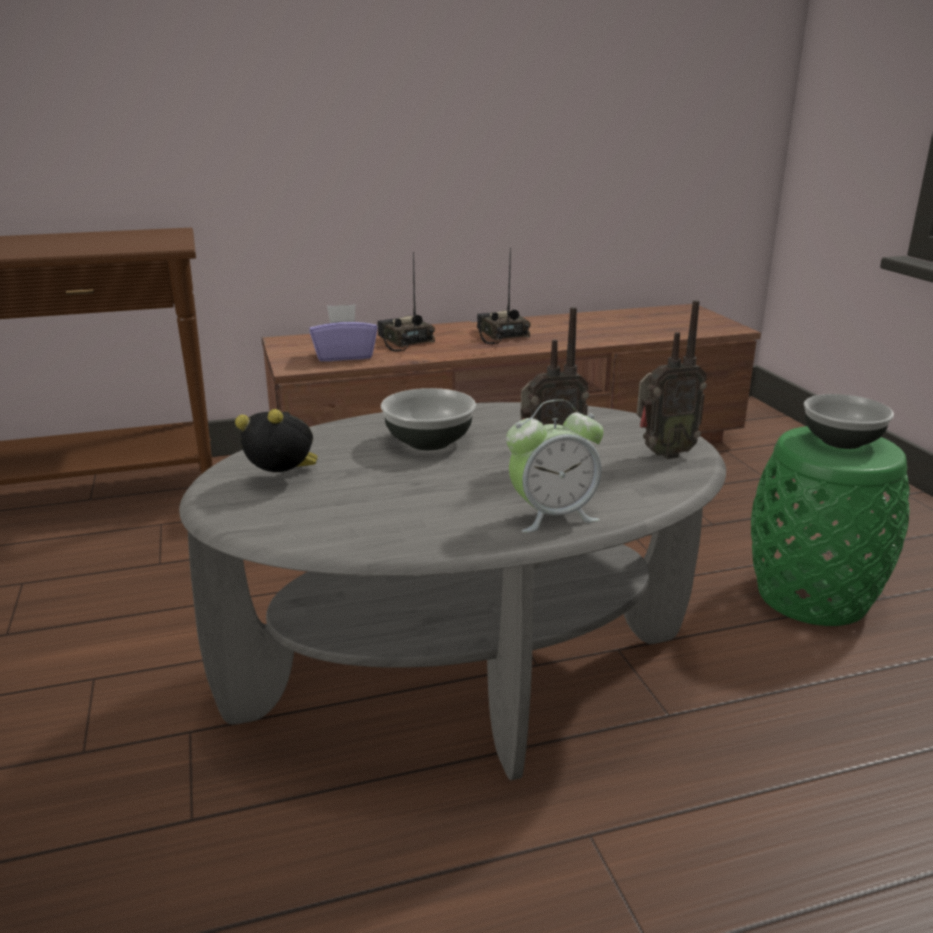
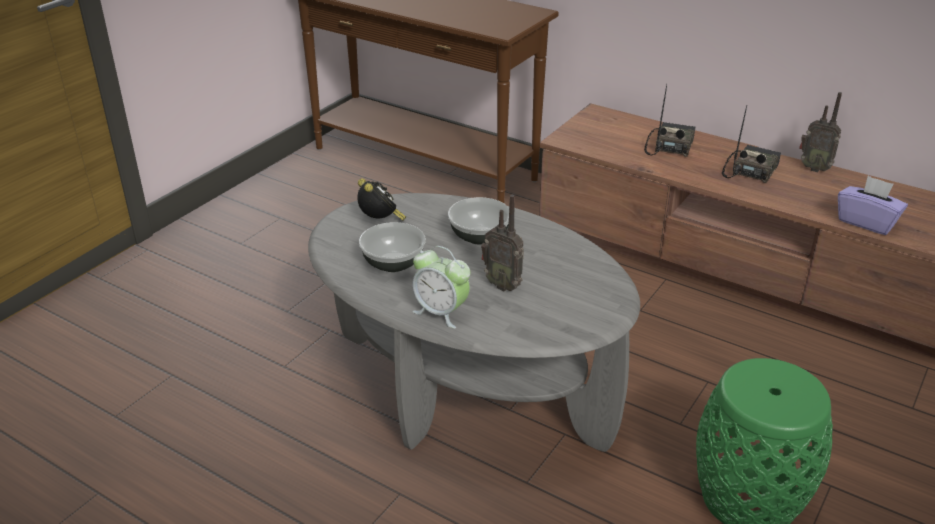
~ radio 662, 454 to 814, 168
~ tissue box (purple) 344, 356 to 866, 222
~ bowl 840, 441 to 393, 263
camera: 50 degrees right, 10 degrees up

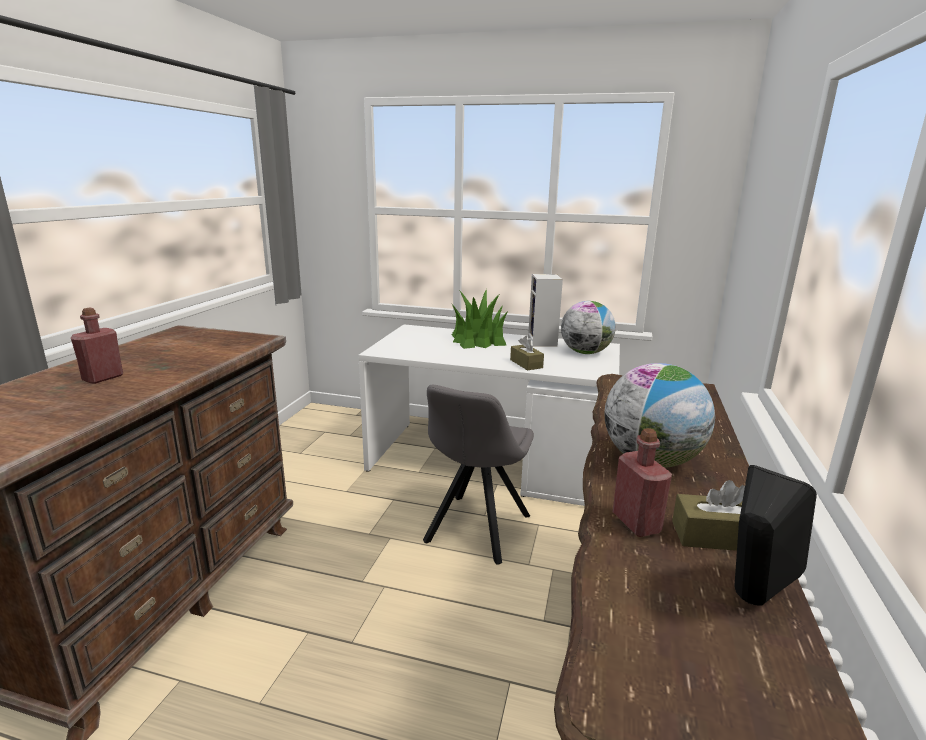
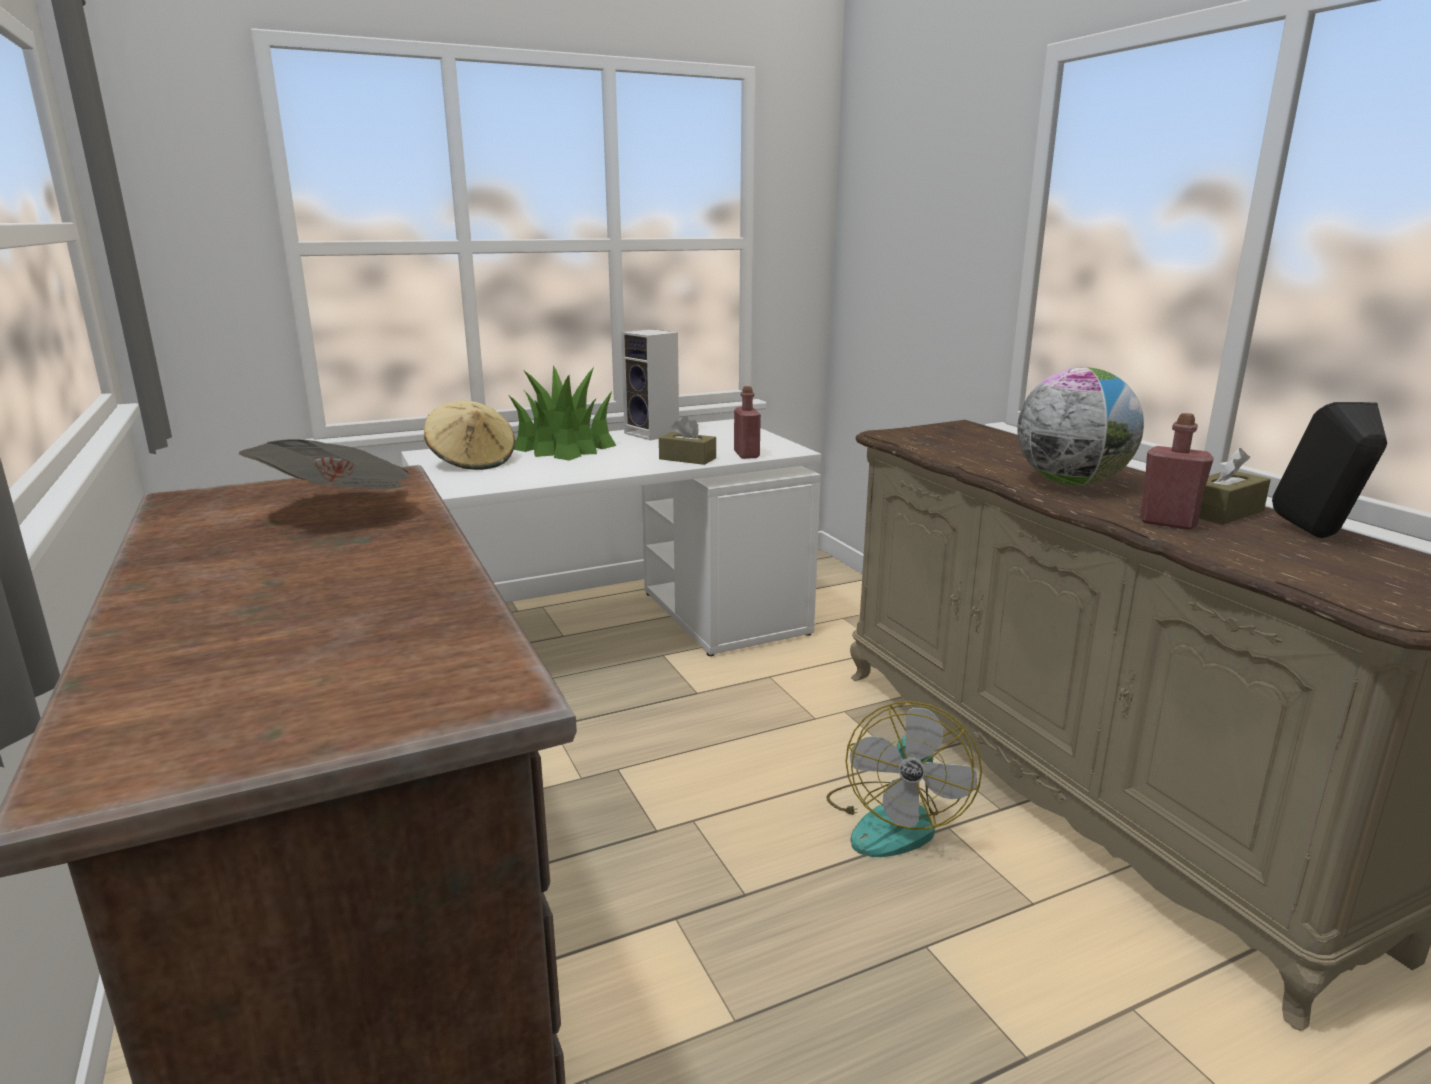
- globe 585, 352
~ bottle (red) 103, 378 to 746, 455
- chair (grey) 477, 528
+ hat (beige) 472, 462
+ newspaper 343, 509
+ fan 894, 820
camera: 40 degrees left, 0 degrees up

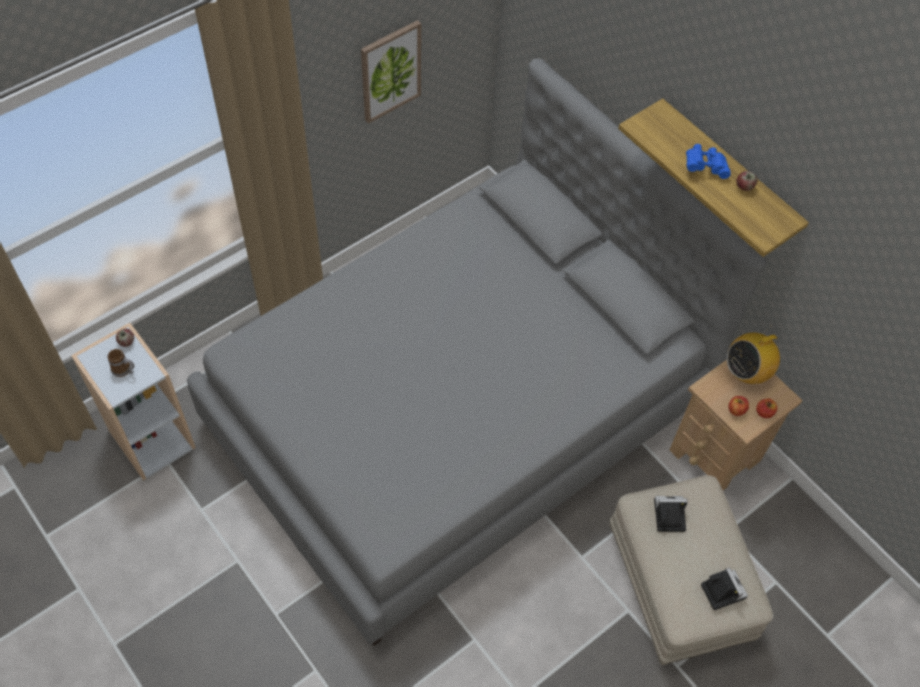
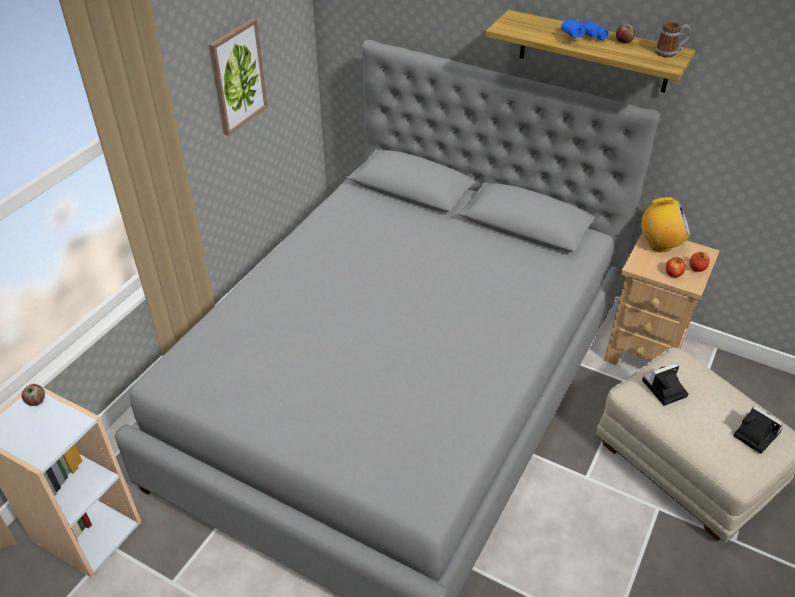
~ radio 746, 372 = 660, 244 120 degrees counterclockwise
~ mug 125, 370 to 670, 53
camera: 20 degrees left, 15 degrees down

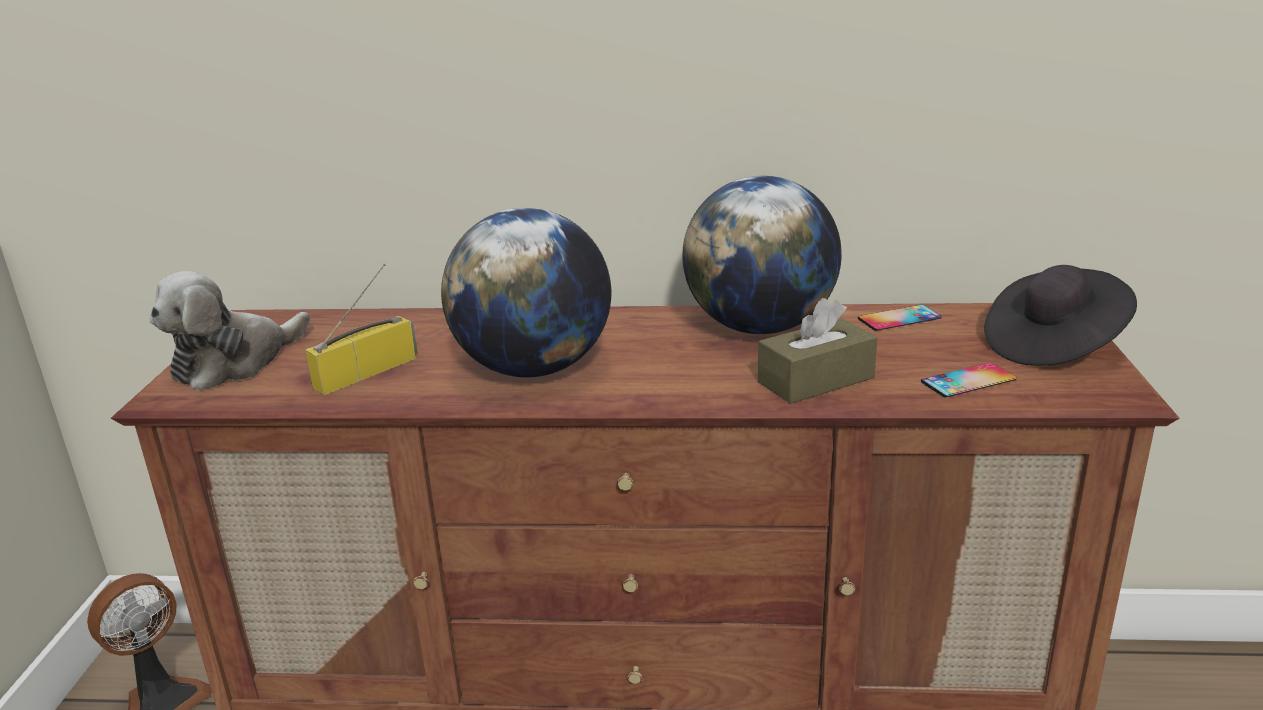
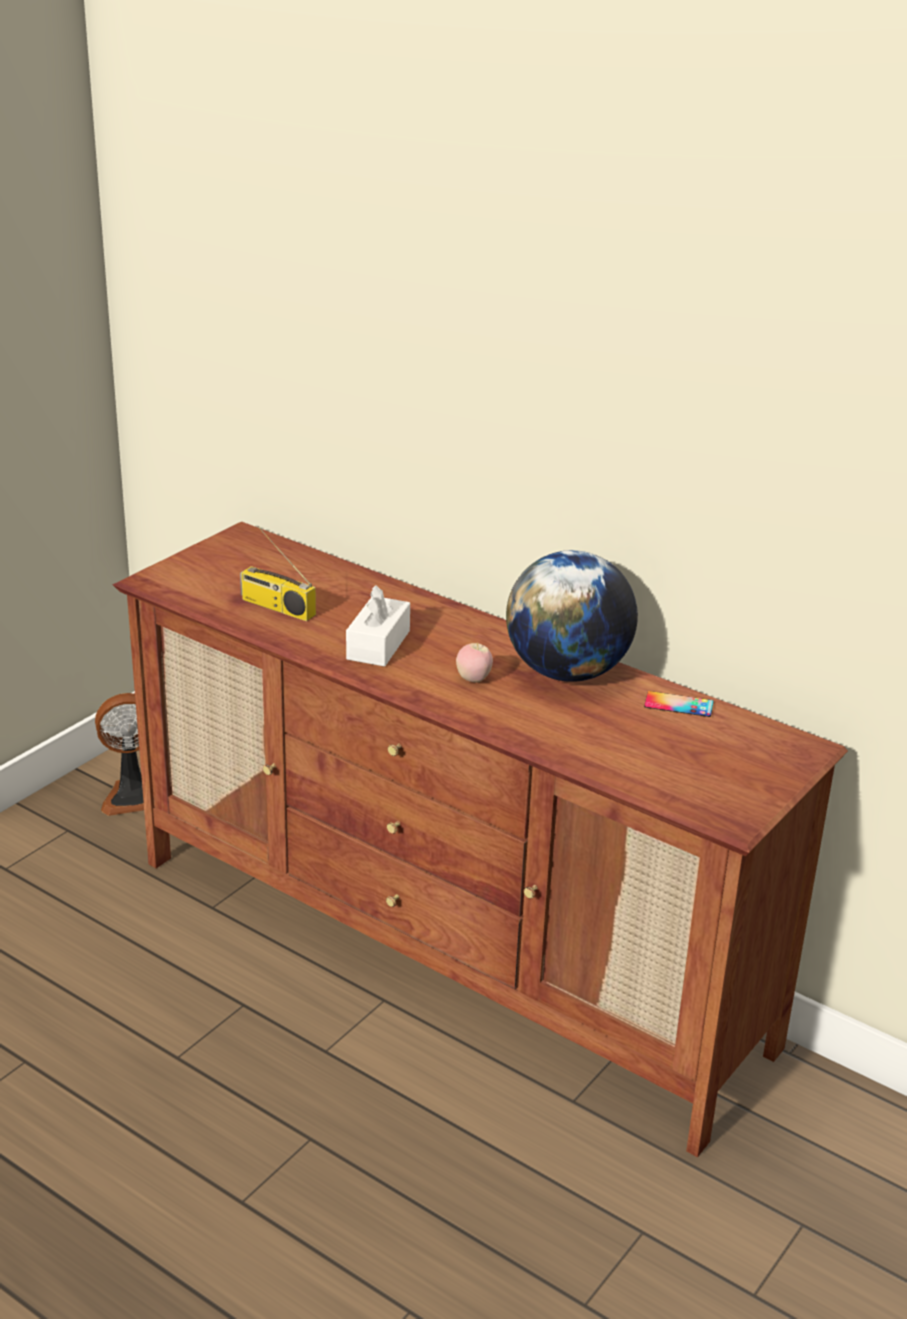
~ globe 534, 368 to tissue box (white) 378, 645
~ radio 367, 372 = 276, 607 135 degrees counterclockwise
- hat (black) 1053, 345
- plush toy 235, 363
- tissue box (brown) 816, 380
- phone 968, 381
+ apple 473, 679
camera: 30 degrees right, 5 degrees up

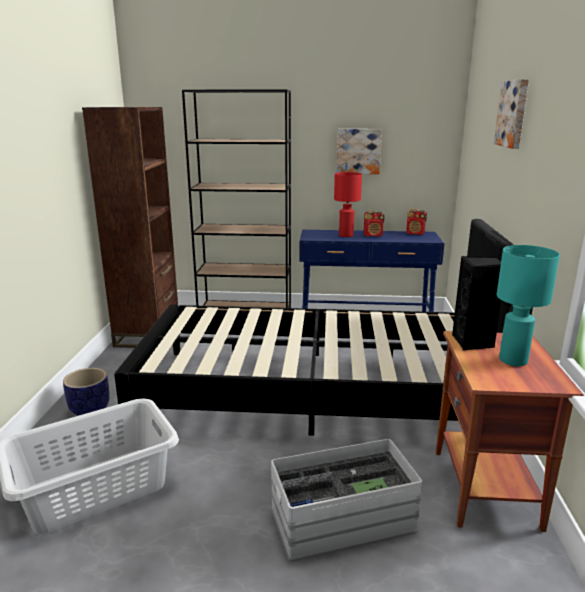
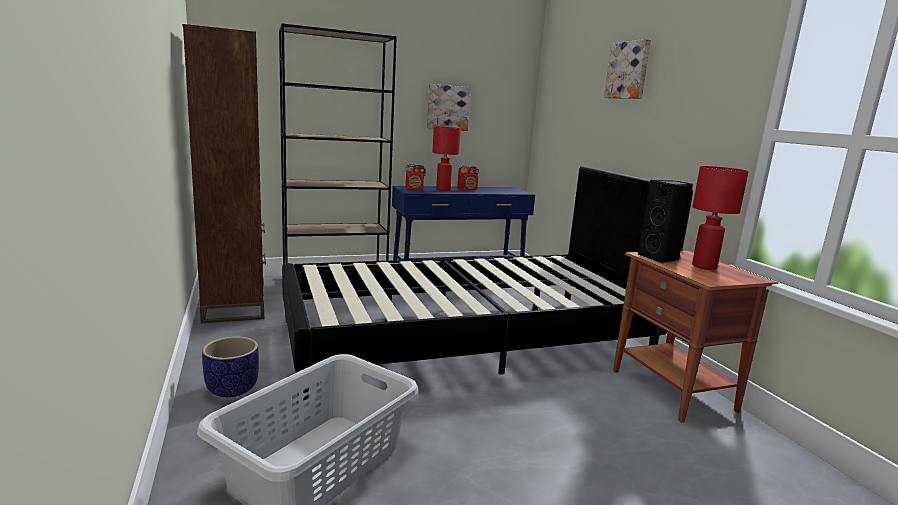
~ radio 415, 233 to 414, 189
~ table lamp (turquoise) 514, 360 to table lamp (red) 704, 266
- storage box (grey) 342, 520
camera: 25 degrees left, 5 degrees down

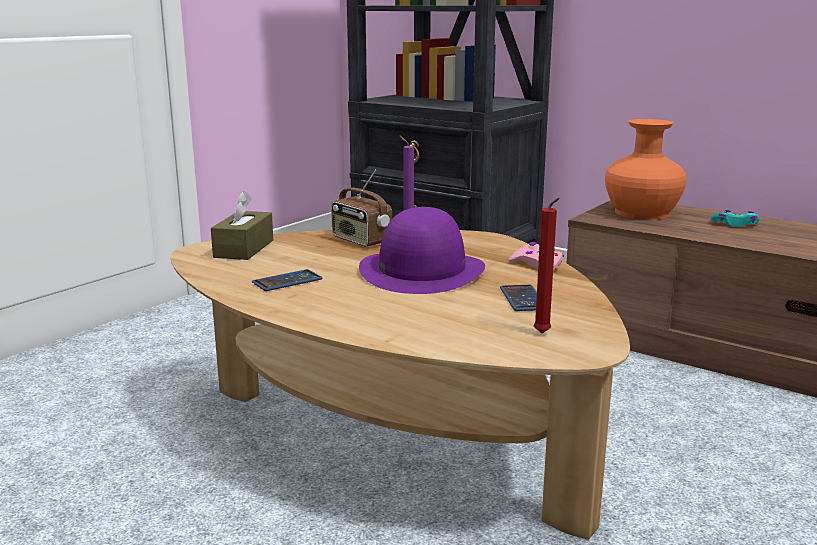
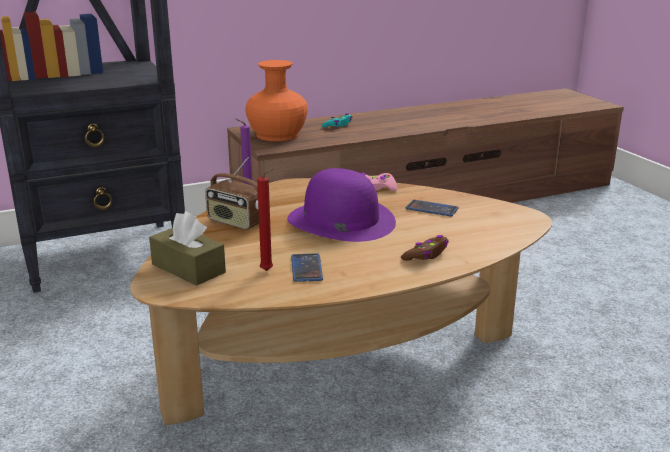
~ radio 361, 241 = 236, 222 45 degrees clockwise
~ candle (red) 543, 334 to 268, 271
+ game controller (brown) 426, 255
camera: 60 degrees left, 5 degrees up

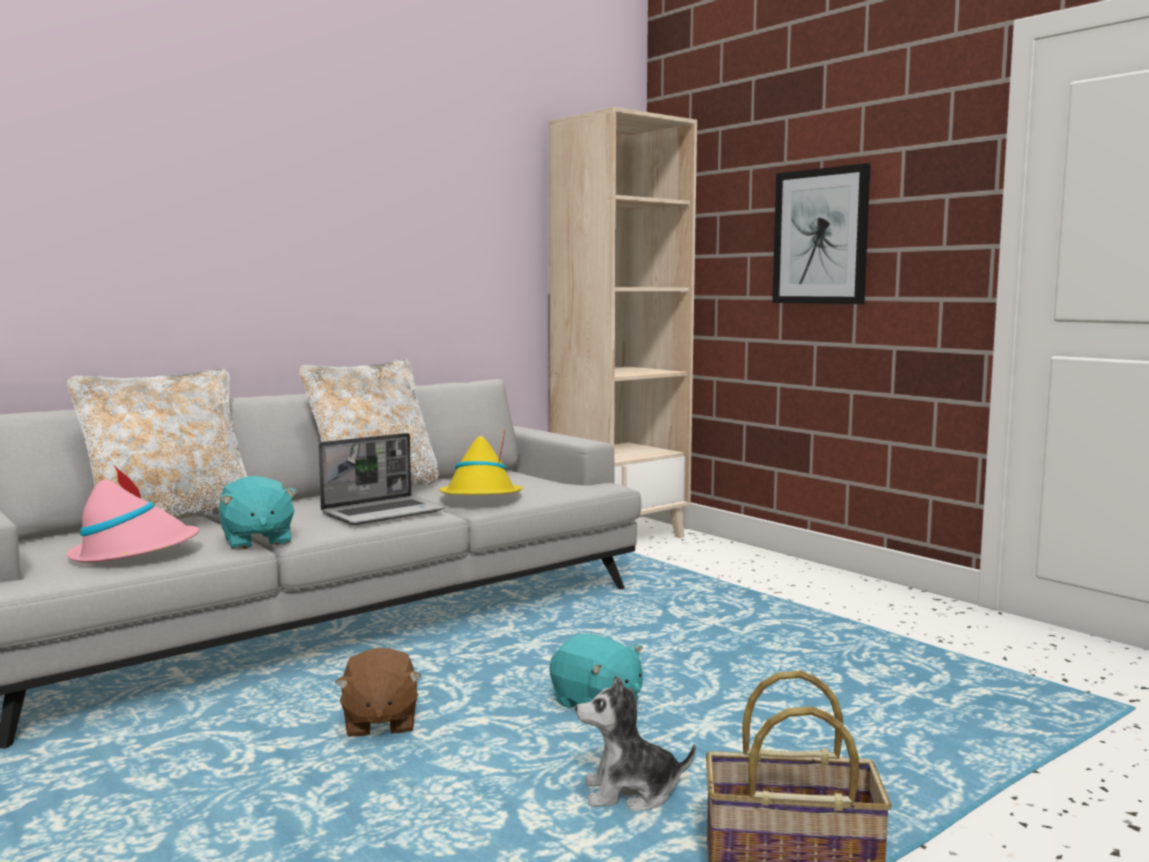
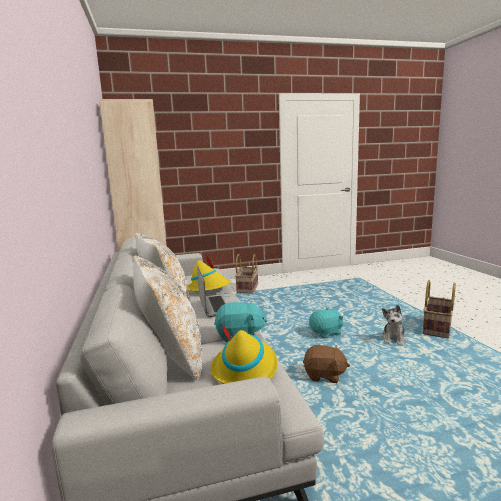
- picture 821, 236
~ hat (pink) 134, 553 to hat (yellow) 245, 368
+ basket 247, 288
camera: 65 degrees left, 5 degrees up

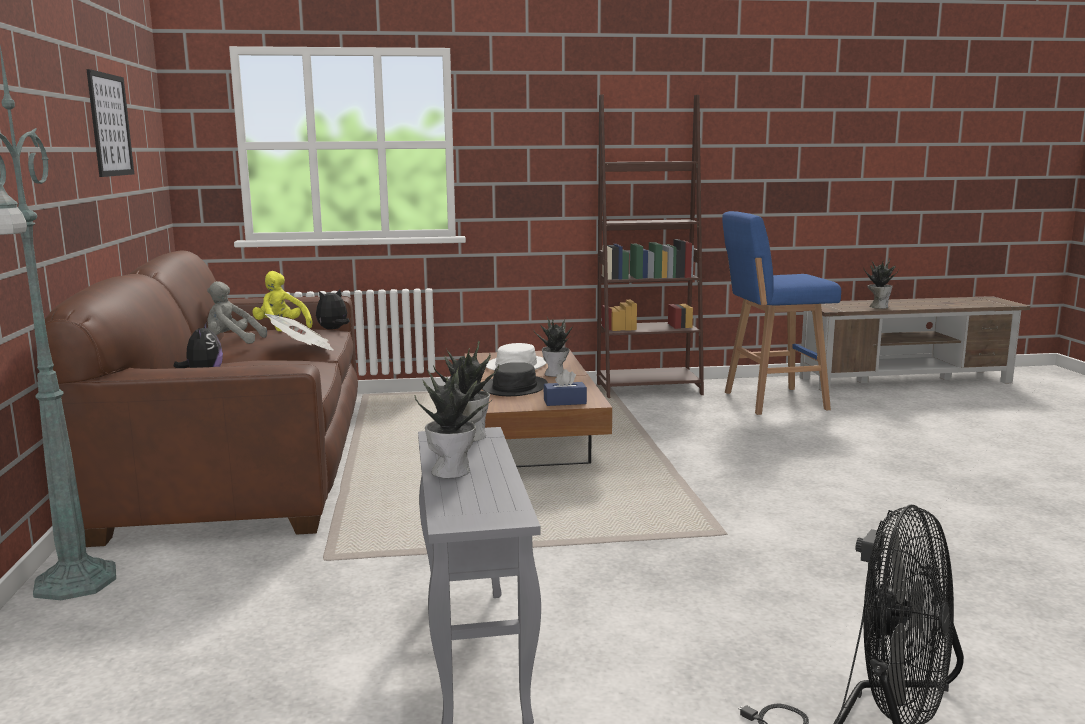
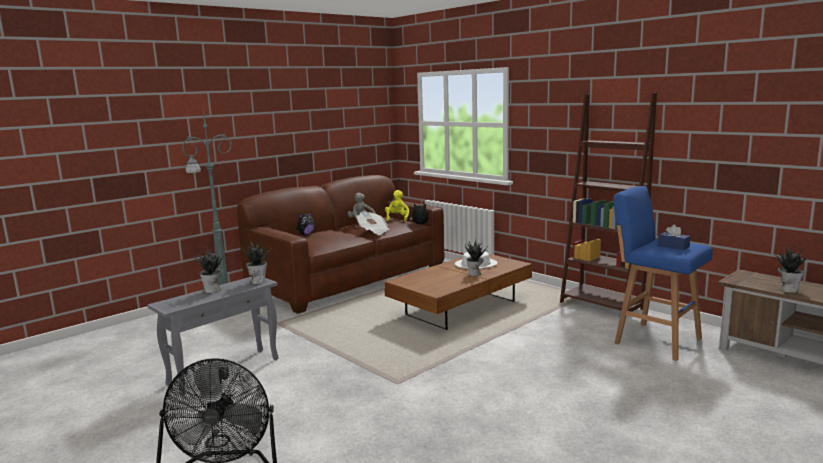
- picture 110, 125
- hat (black) 515, 387
~ tissue box (blue) 565, 402 to 673, 246
camera: 55 degrees right, 0 degrees up

